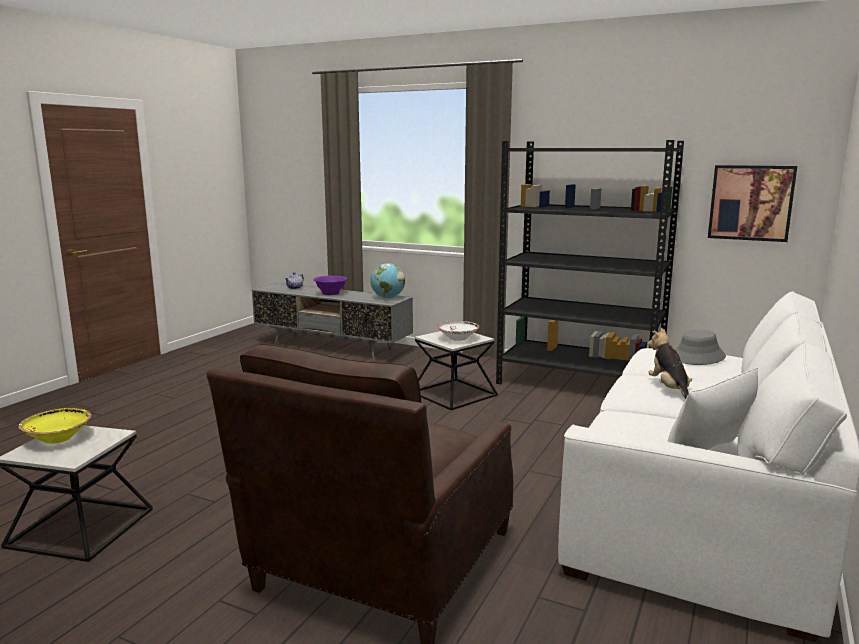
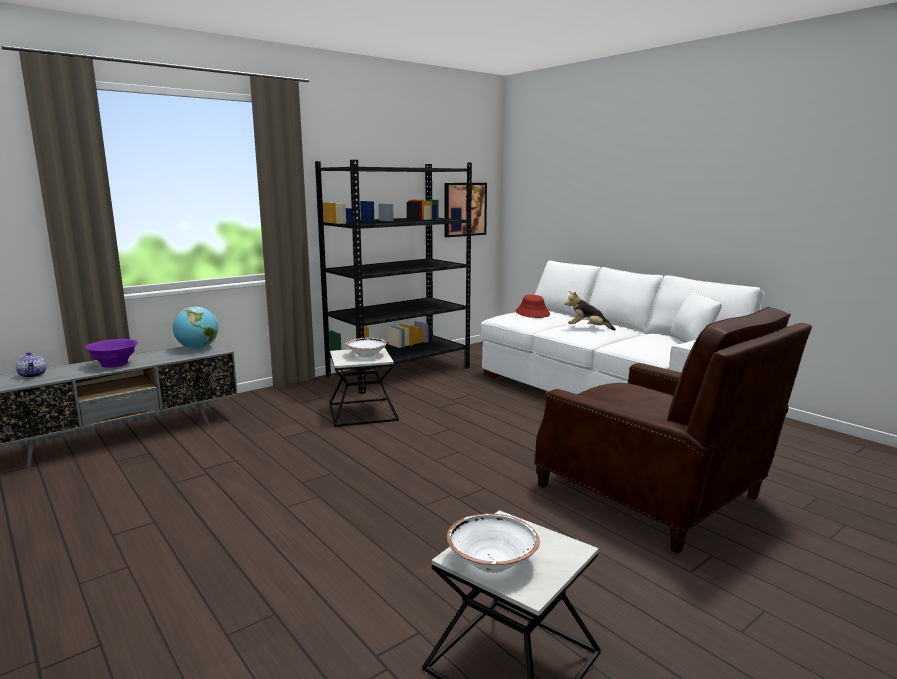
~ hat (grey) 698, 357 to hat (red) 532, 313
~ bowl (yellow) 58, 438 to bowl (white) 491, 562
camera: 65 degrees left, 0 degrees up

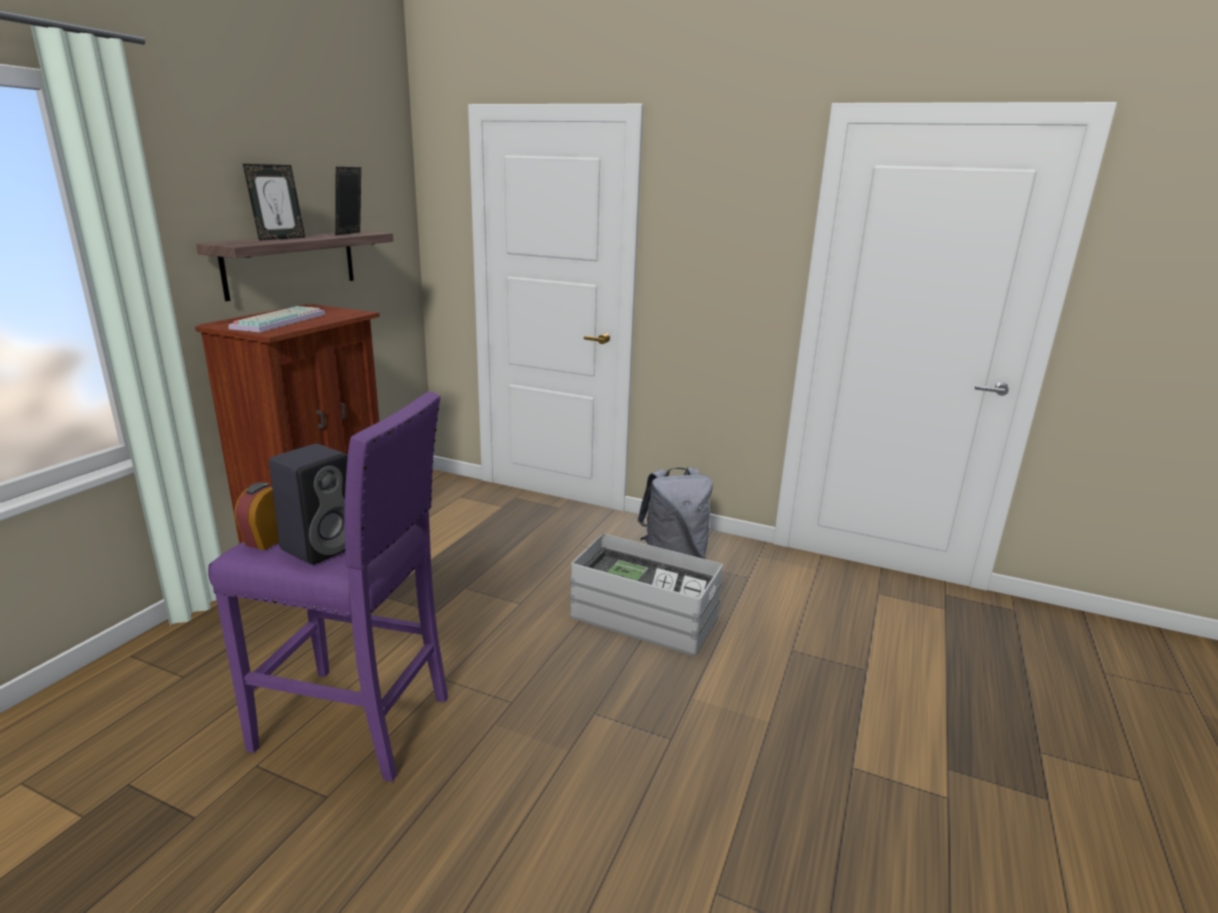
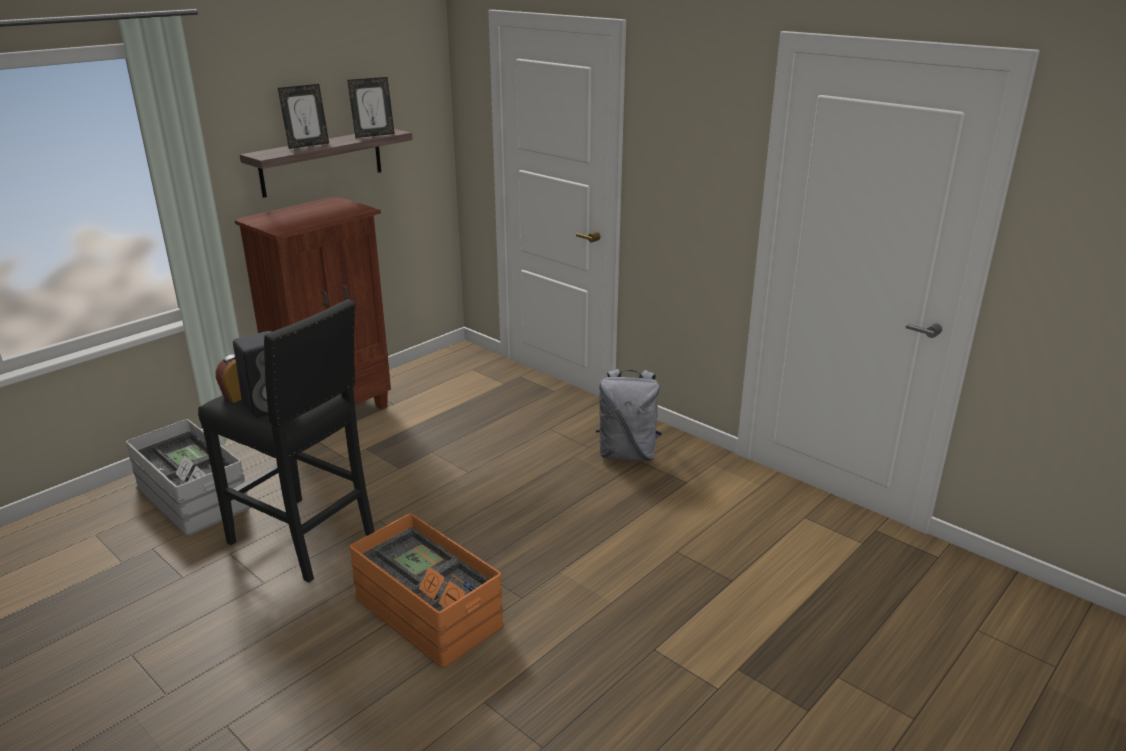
~ picture frame 351, 234 = 374, 135 150 degrees counterclockwise
- keyboard 279, 321
~ stool (purple) 357, 723 to stool (black) 304, 539
~ storage box (grey) 645, 615 to 194, 496
+ storage box (orange) 429, 610
camera: 20 degrees right, 5 degrees up

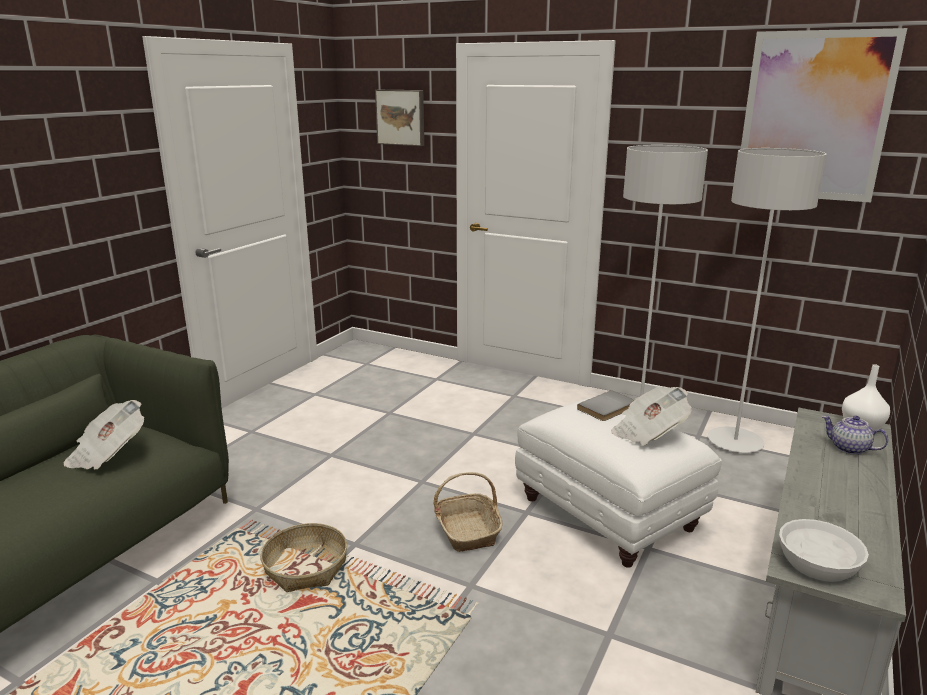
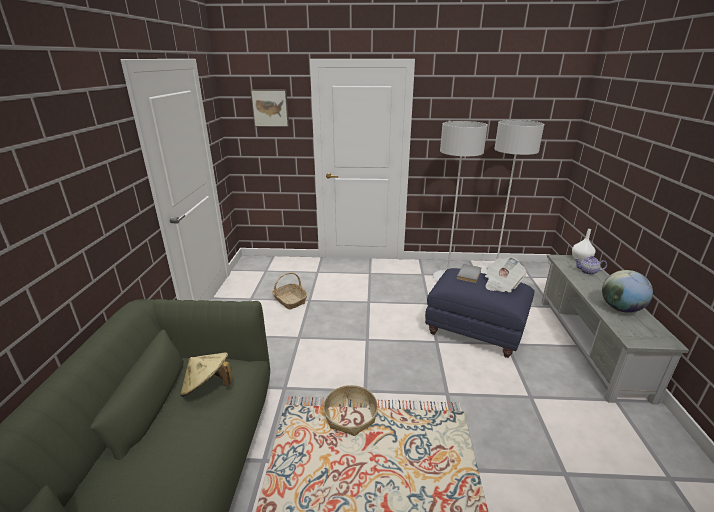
- picture 814, 116
~ ottoman (white) 610, 516 to ottoman (blue) 476, 331
~ newspaper 108, 454 to hat (beige) 207, 387
~ basket 467, 530 to 289, 300
- bowl (white) 818, 563
+ globe 620, 308
camera: 25 degrees left, 5 degrees up

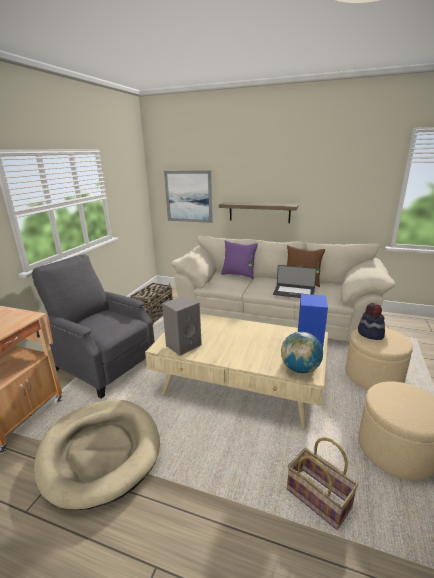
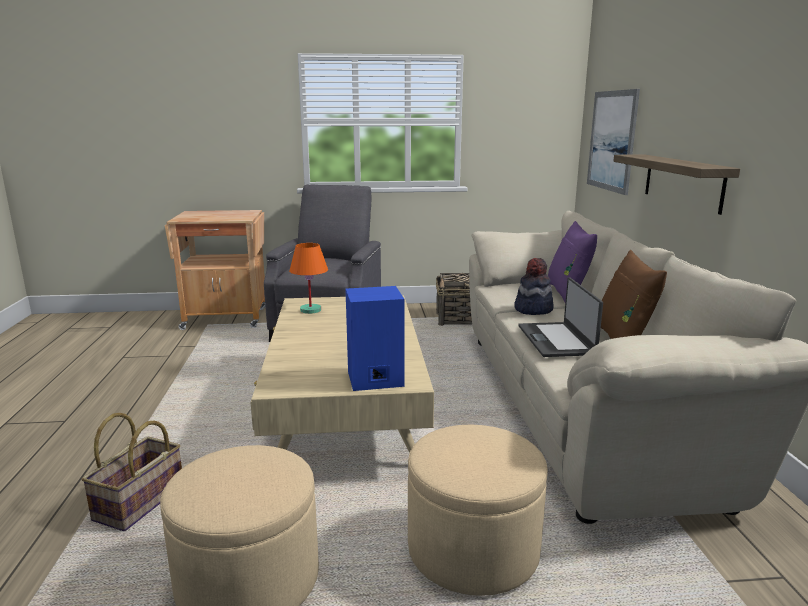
~ speaker (grey) 184, 345 to table lamp (orange) 311, 310
~ hat 370, 334 to 533, 309
- globe 300, 369
- dog bed (beige) 100, 451
camera: 65 degrees right, 5 degrees down

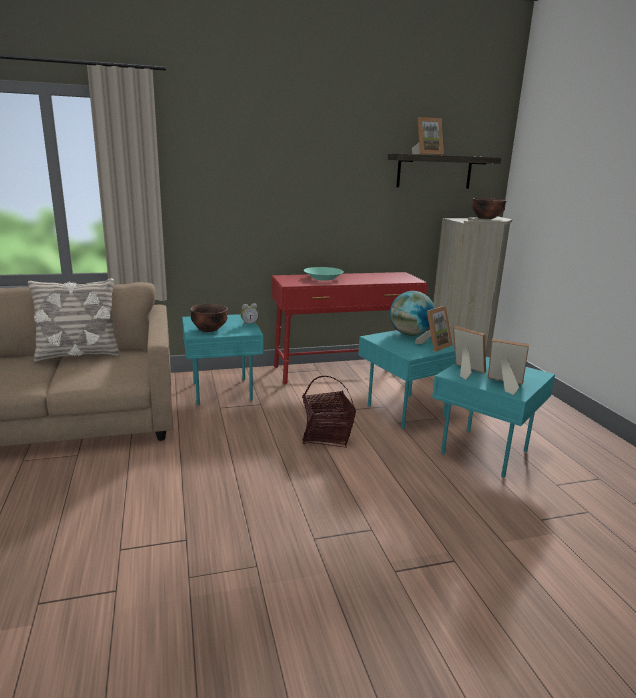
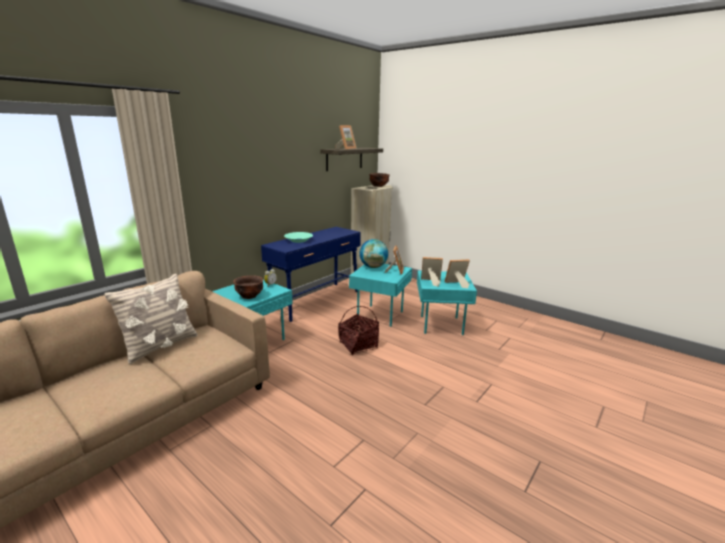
~ console table (red) 344, 371 to console table (blue) 316, 301
camera: 35 degrees left, 0 degrees up

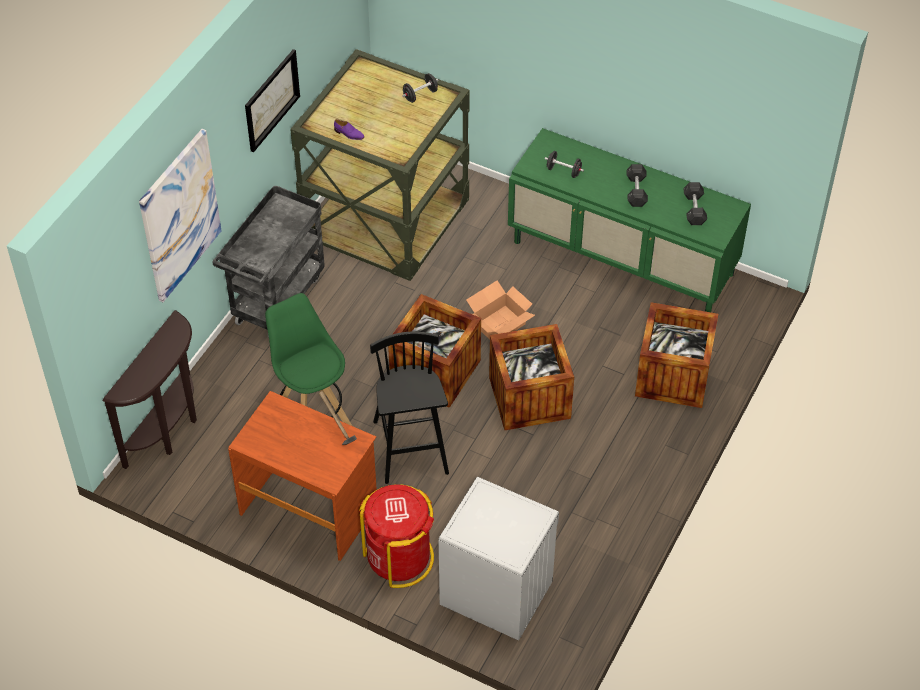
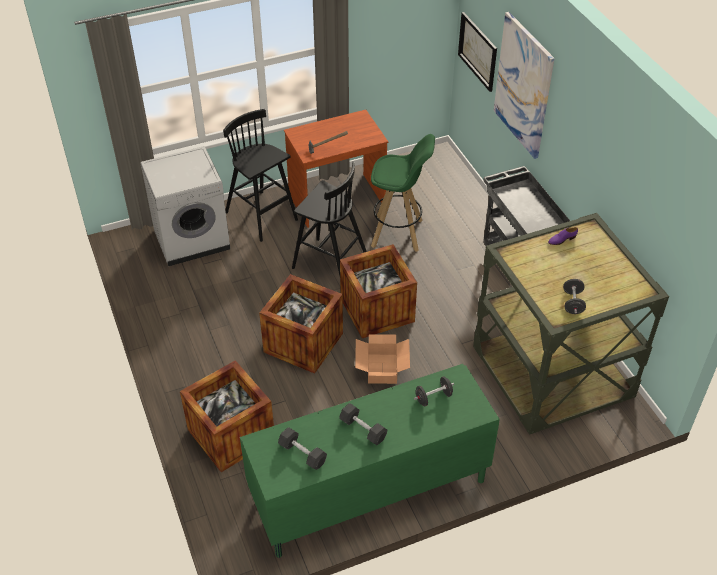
~ picture 271, 100 to 478, 51
- console table (brown) 169, 430
~ trash can (red) 399, 557 to stool (black) 262, 217
camera: 130 degrees right, 5 degrees down

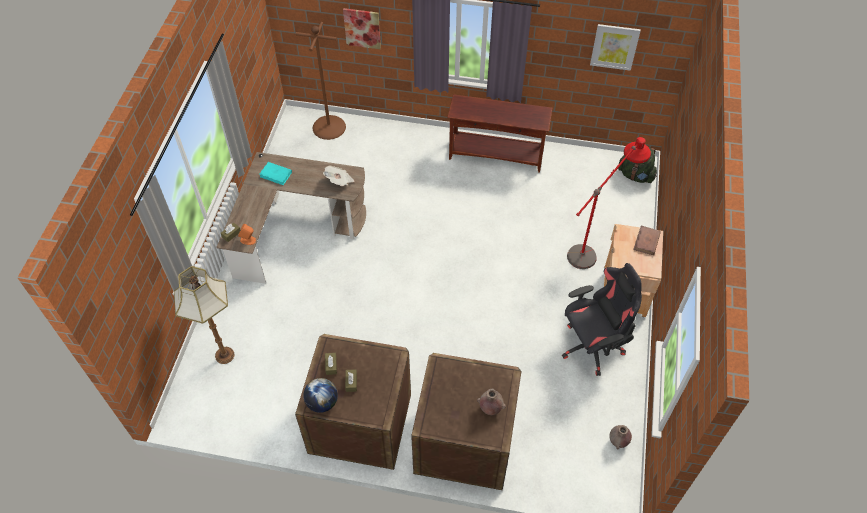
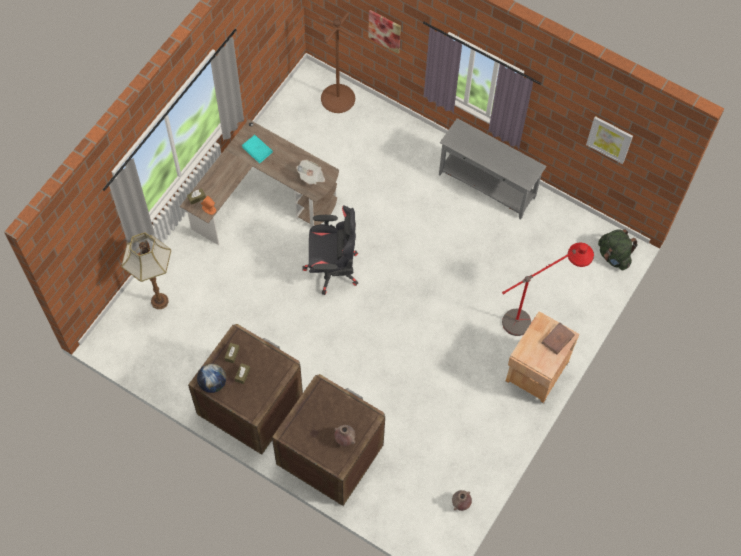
~ console table (brown) 496, 155 to console table (grey) 487, 185
~ office chair (black) 591, 347 to 332, 269
camera: 20 degrees right, 10 degrees up

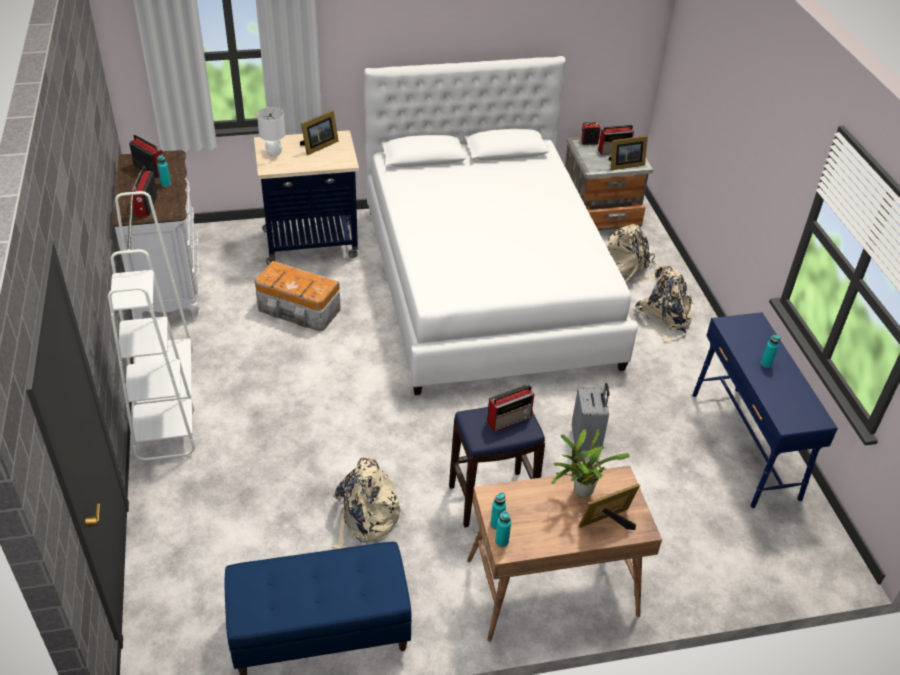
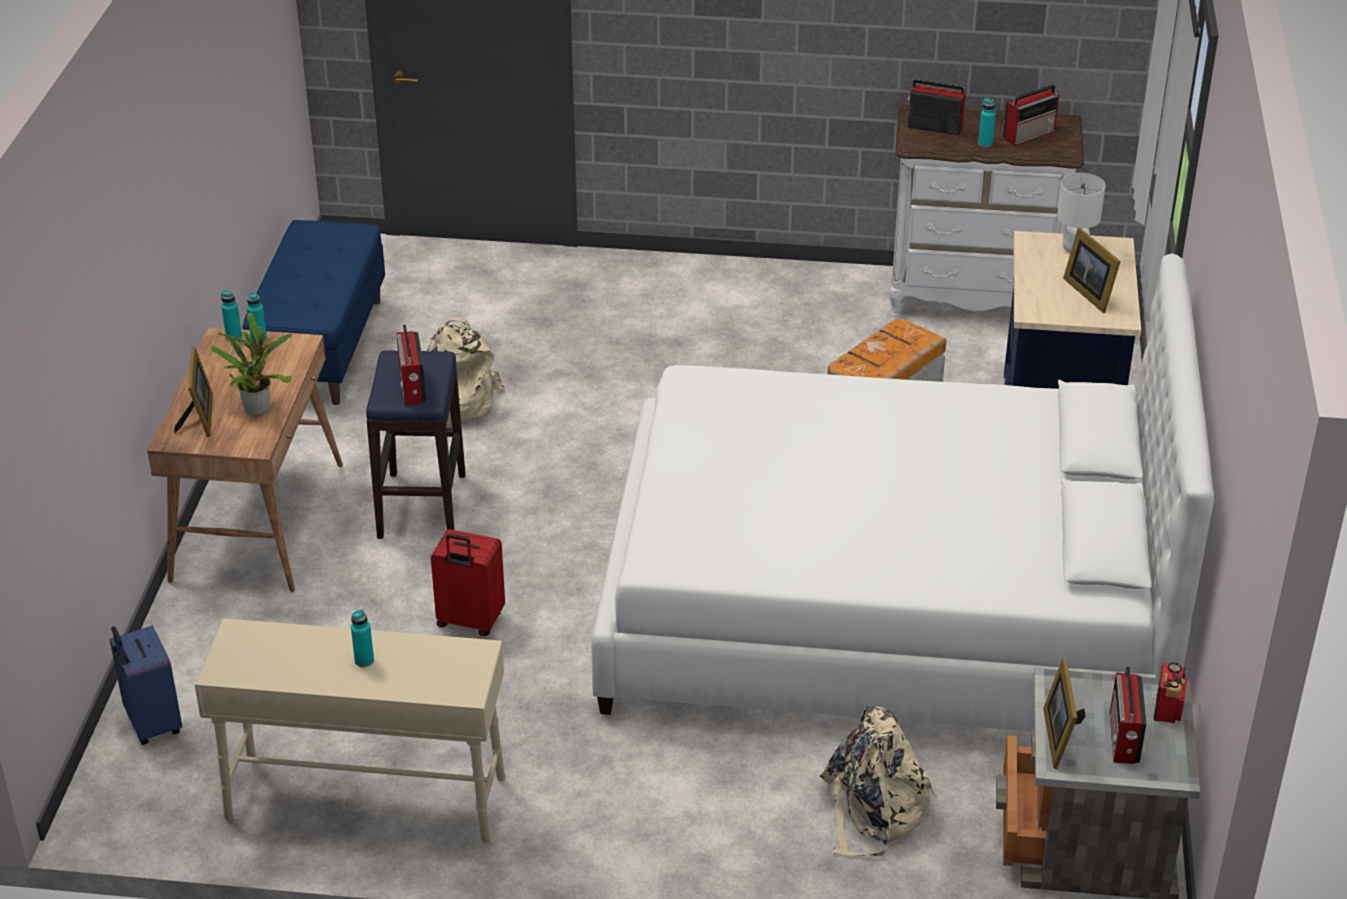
- clothes rack (white) 166, 405
- backpack (beige) 665, 318
~ console table (blue) 743, 445 to console table (beige) 366, 797
~ suitcase (grey) 586, 442 to suitcase (red) 469, 622
+ suitcase (blue) 151, 724
camera: 110 degrees right, 5 degrees down

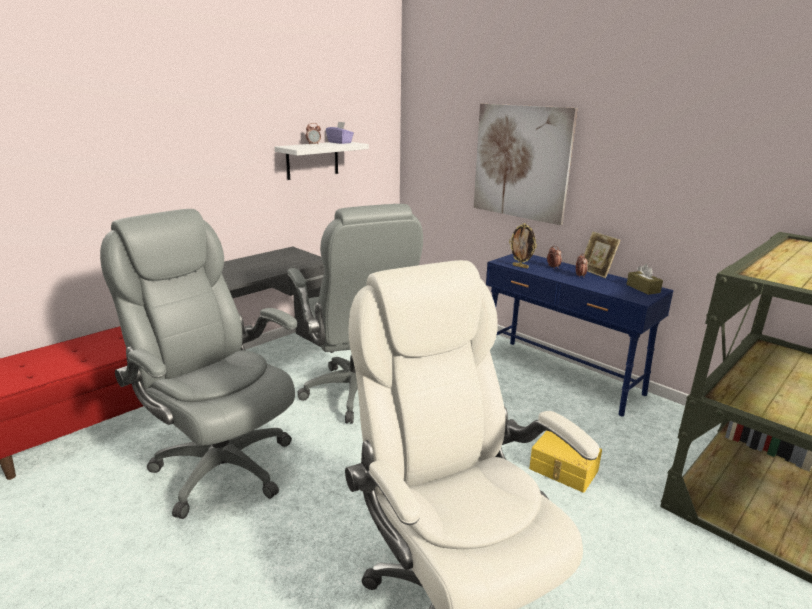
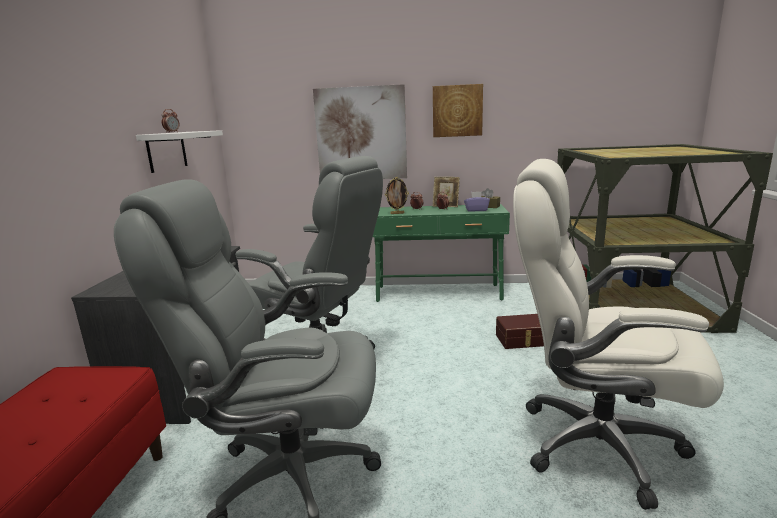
~ tissue box (purple) 340, 142 to 476, 210
~ console table (blue) 559, 376 to console table (green) 438, 293
~ storage box (yellow) 563, 470 to storage box (brown) 522, 340
+ picture 457, 111
camera: 40 degrees left, 5 degrees down

